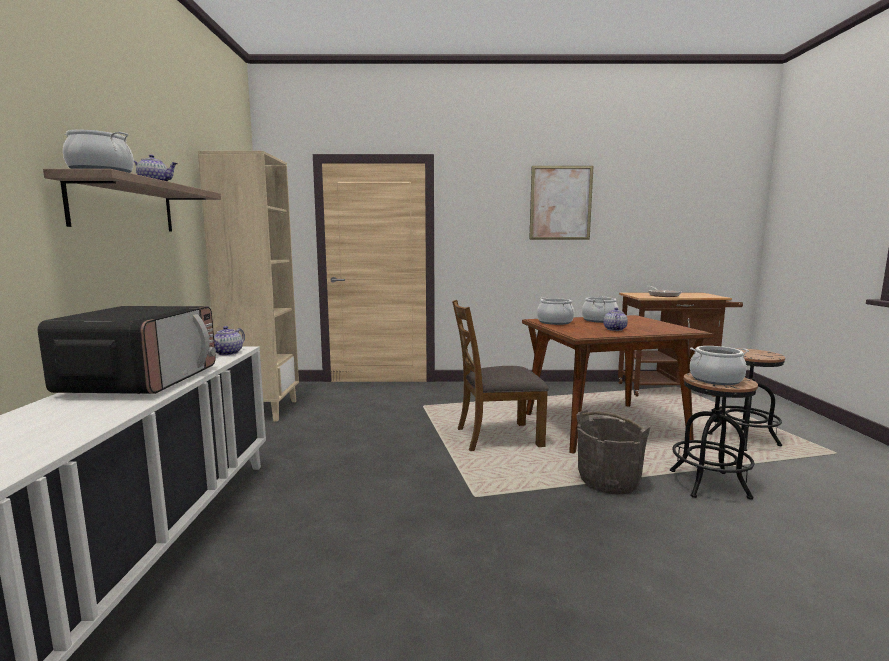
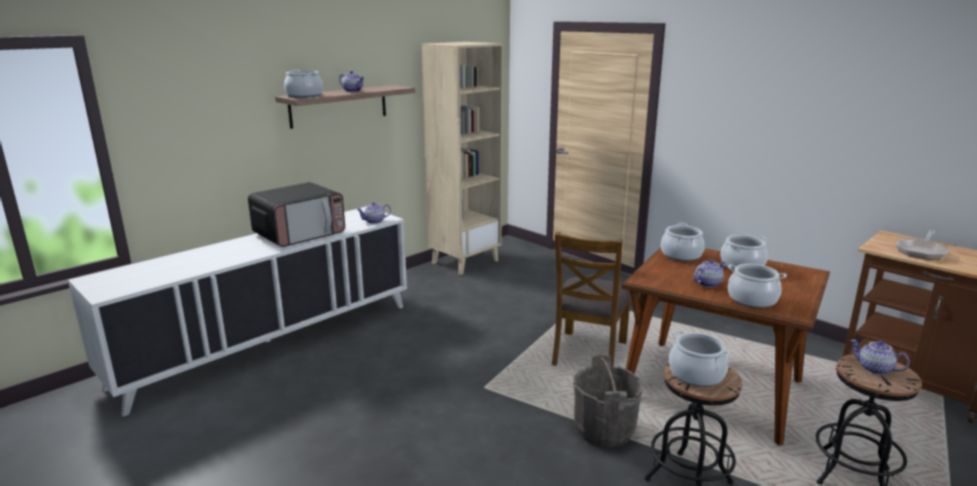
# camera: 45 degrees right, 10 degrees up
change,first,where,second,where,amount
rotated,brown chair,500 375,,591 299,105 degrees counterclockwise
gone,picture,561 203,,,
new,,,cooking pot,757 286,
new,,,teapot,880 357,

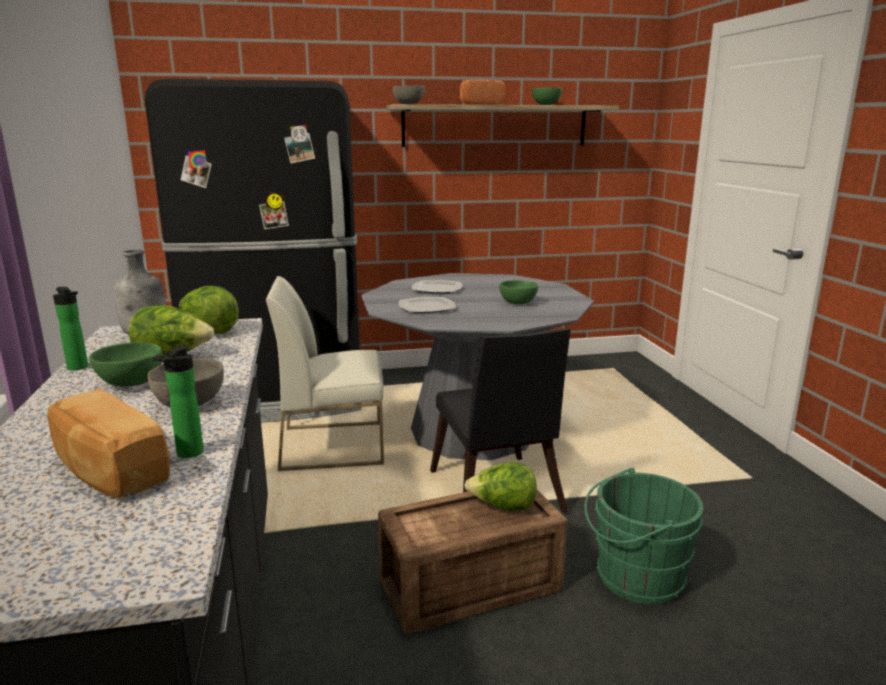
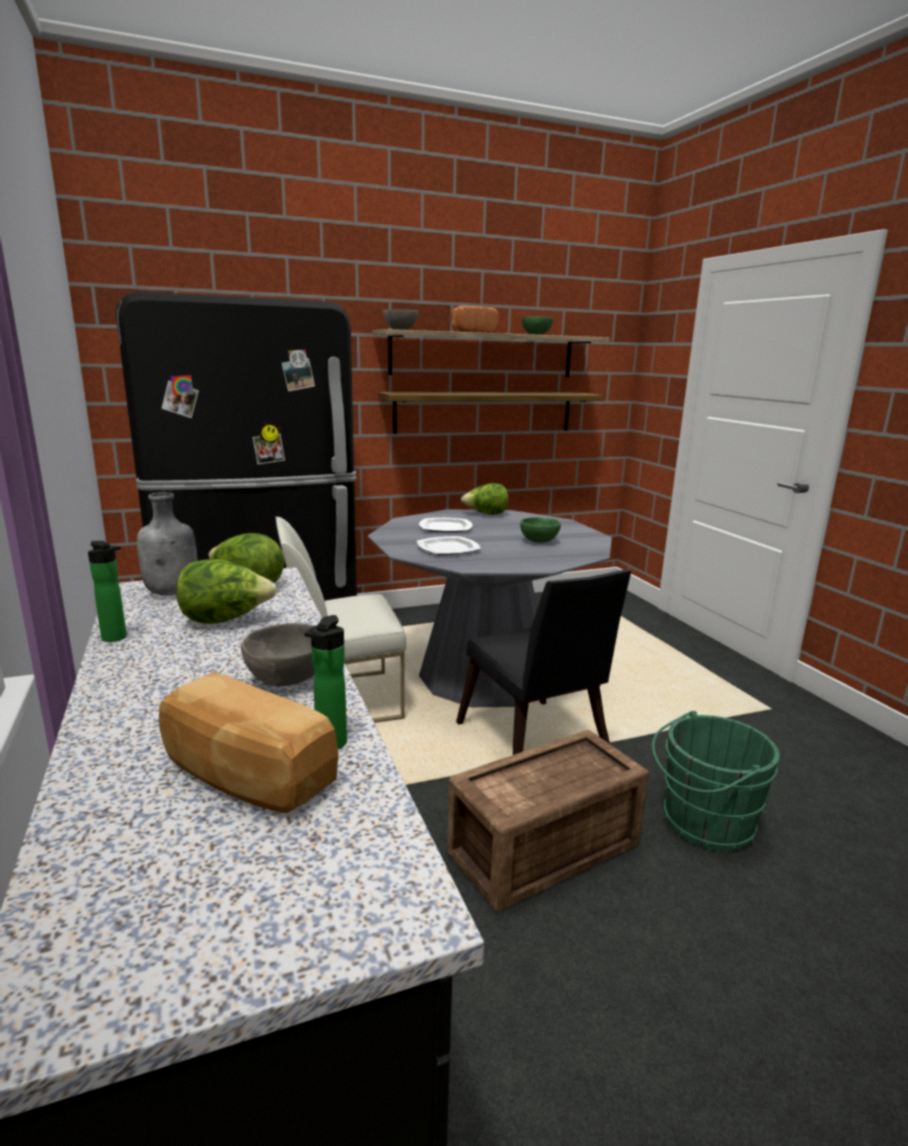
# camera: 10 degrees left, 0 degrees up
change,first,where,second,where,amount
gone,green bowl,125 364,,,
shifted,lettuce,500 486,,484 499,
new,,,shelf,490 413,

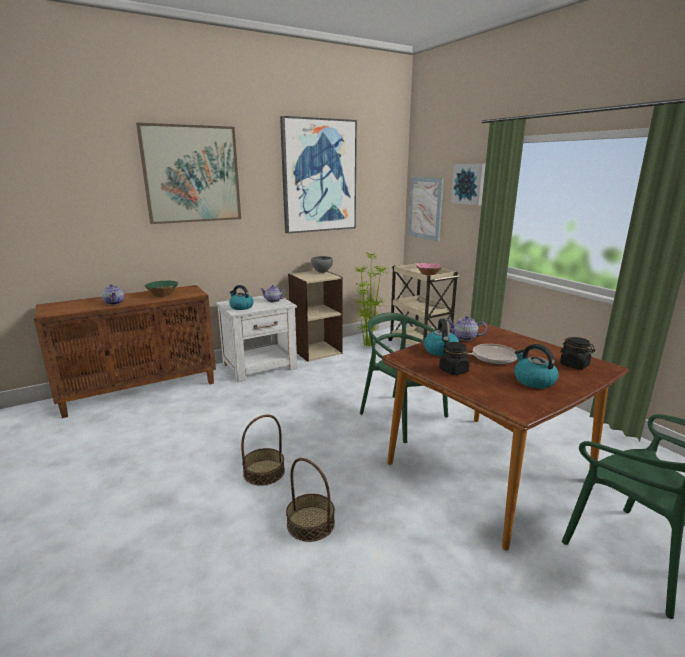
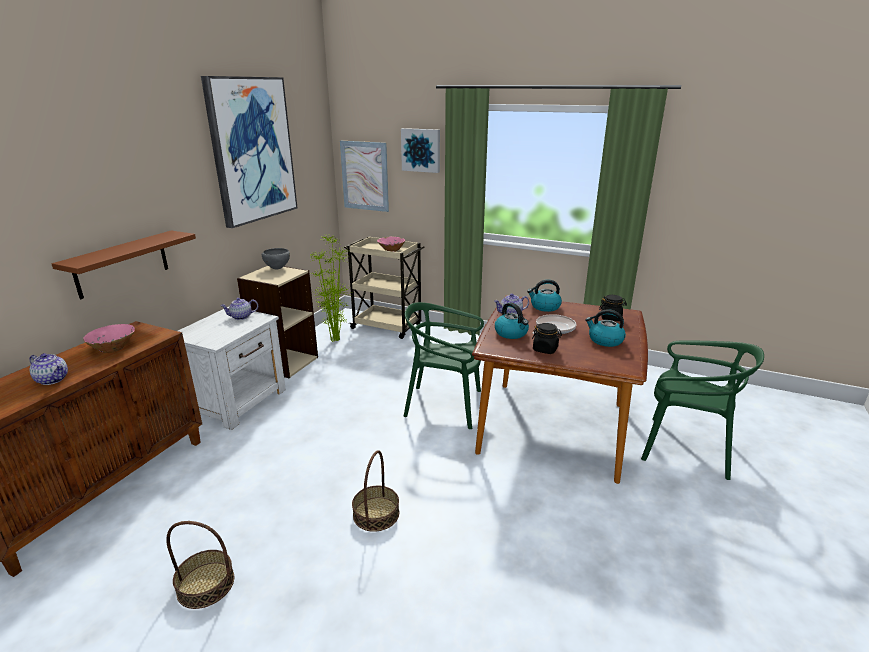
# camera: 35 degrees left, 5 degrees up
change,first,where,second,where,amount
gone,picture,188 173,,,
repainted,green bowl,161 288,pink bowl,109 338,
shifted,kettle,241 297,,544 296,
shifted,basket,310 500,,200 565,
new,,,brown shelf,124 264,

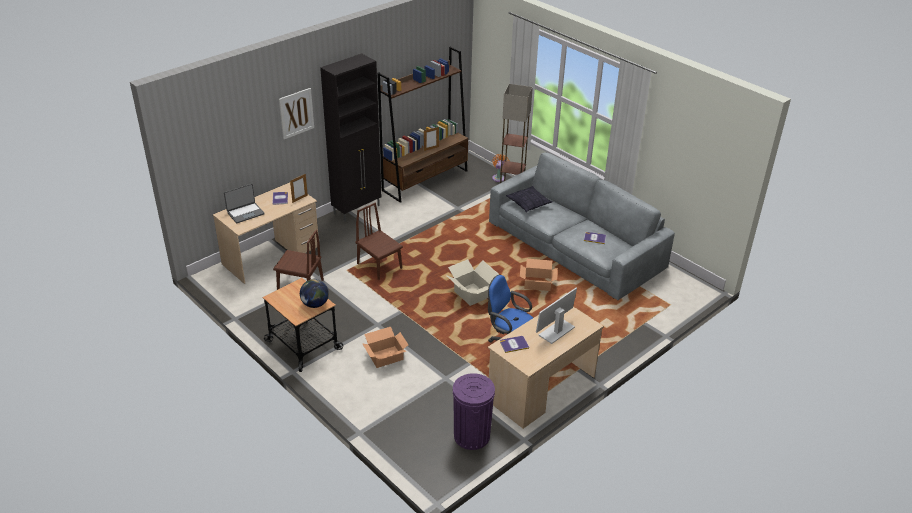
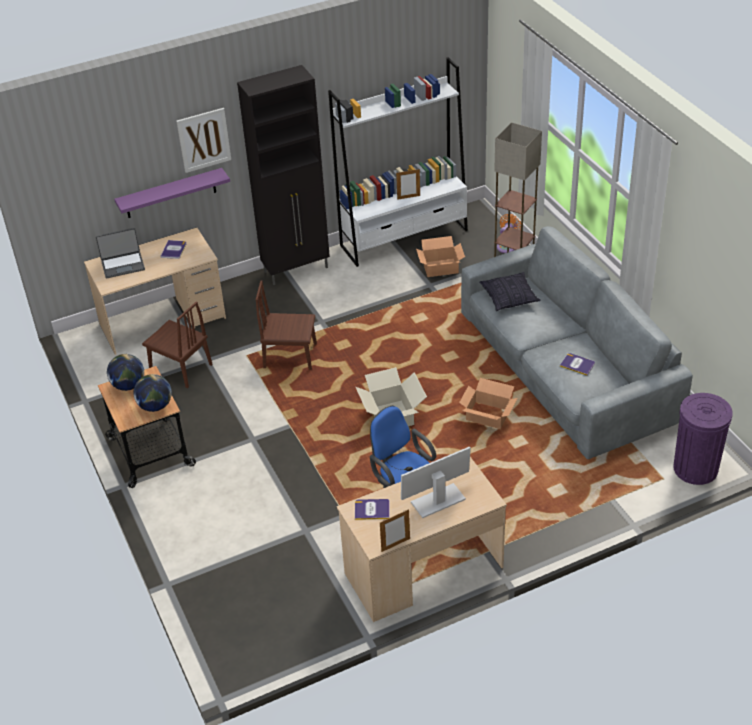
# camera: 20 degrees right, 5 degrees up
change,first,where,second,where,amount
shifted,picture frame,299 188,,395 530,
rotated,brown chair,379 241,,286 325,60 degrees counterclockwise
shifted,cardboard box,385 347,,440 256,
repainted,brown bookcase,422 124,white bookcase,398 162,
shifted,purple trash can,474 411,,703 439,
new,,,globe,125 372,
new,,,purple shelf,172 193,

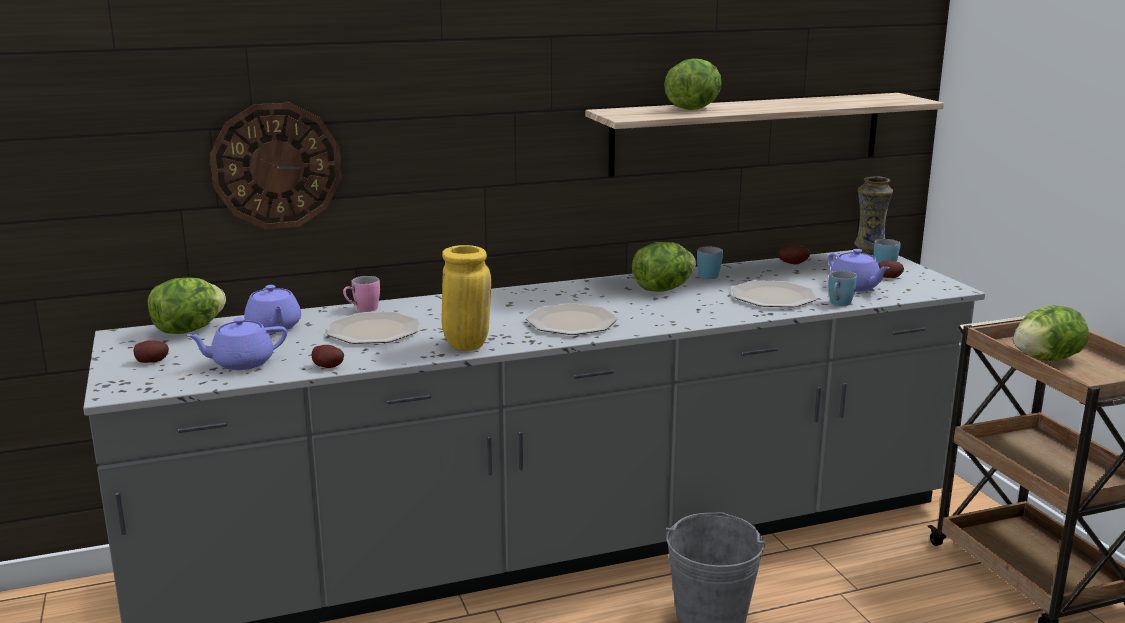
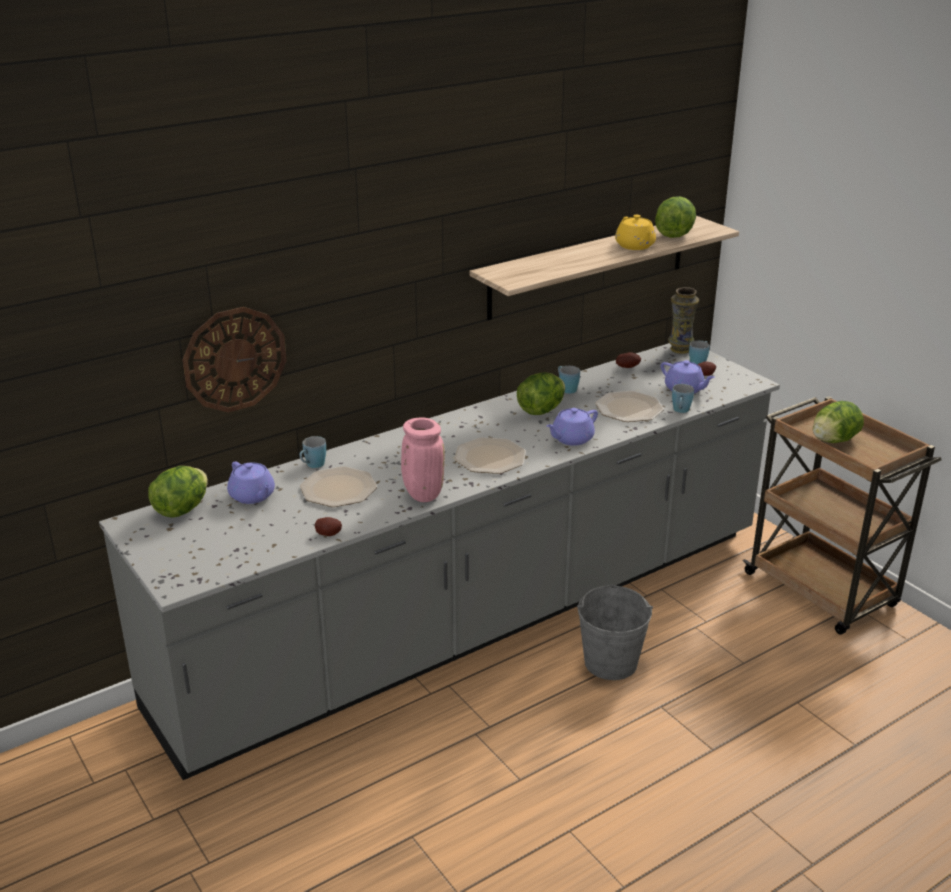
# camera: 15 degrees left, 10 degrees up
change,first,where,second,where,amount
gone,potato,151 351,,,
shifted,purple teapot,236 343,,572 427,
repainted,pink mug,361 294,blue mug,313 452,
repainted,yellow vase,466 298,pink vase,423 459,
shifted,lettuce,693 84,,675 217,
new,,,yellow teapot,635 232,

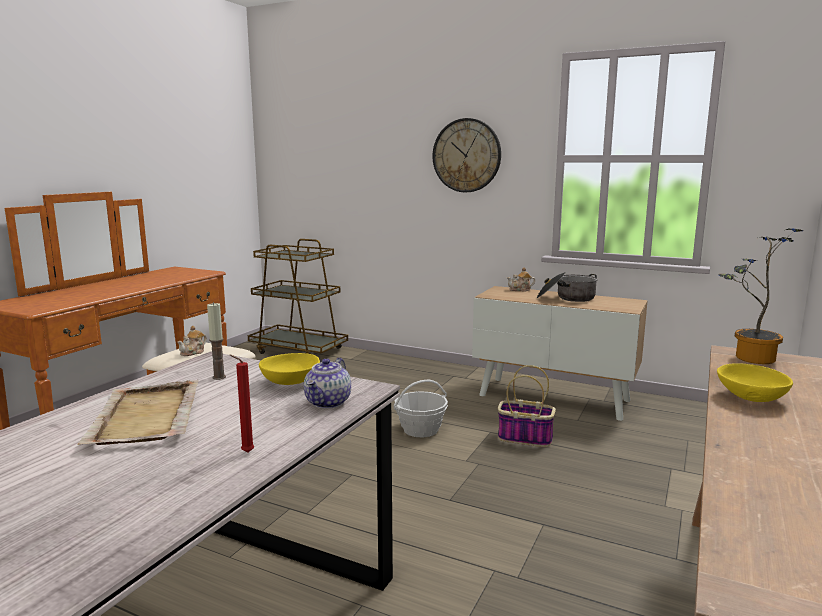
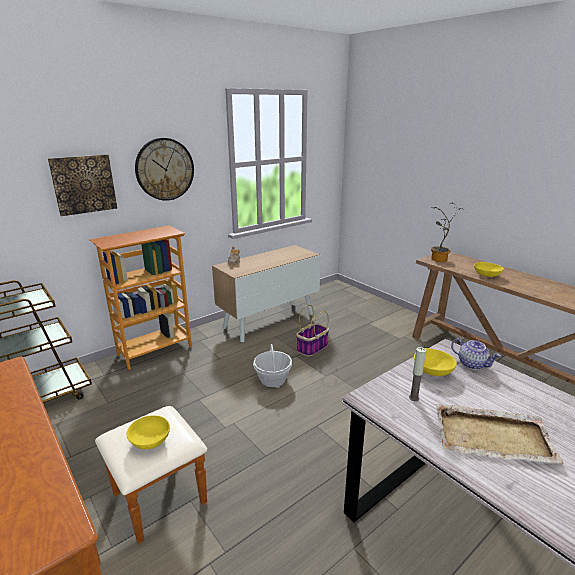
# camera: 65 degrees left, 10 degrees up
change,first,where,second,where,amount
swapped,teapot,192 341,yellow bowl,148 432,
gone,red candle,242 404,,,
gone,cooking pot,567 287,,,
new,,,picture,82 185,
new,,,bookcase,140 297,

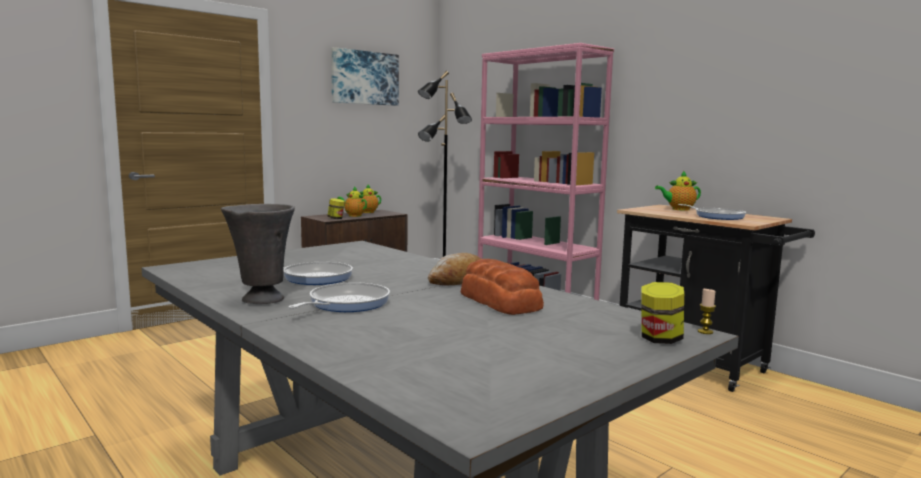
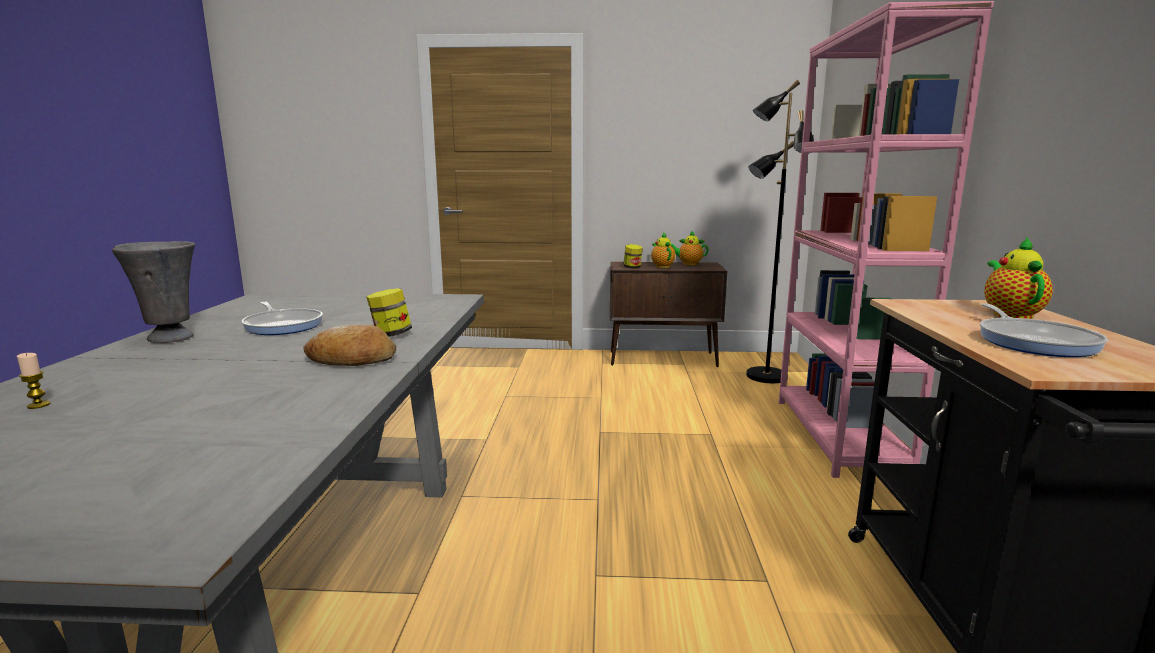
# camera: 45 degrees right, 5 degrees up
change,first,where,second,where,amount
gone,frying pan,339 297,,,
gone,picture,365 76,,,
gone,bread,502 287,,,
shifted,jar,662 313,,389 312,
rotated,teapot,678 191,,1018 278,60 degrees clockwise
shifted,candle,707 311,,34 381,

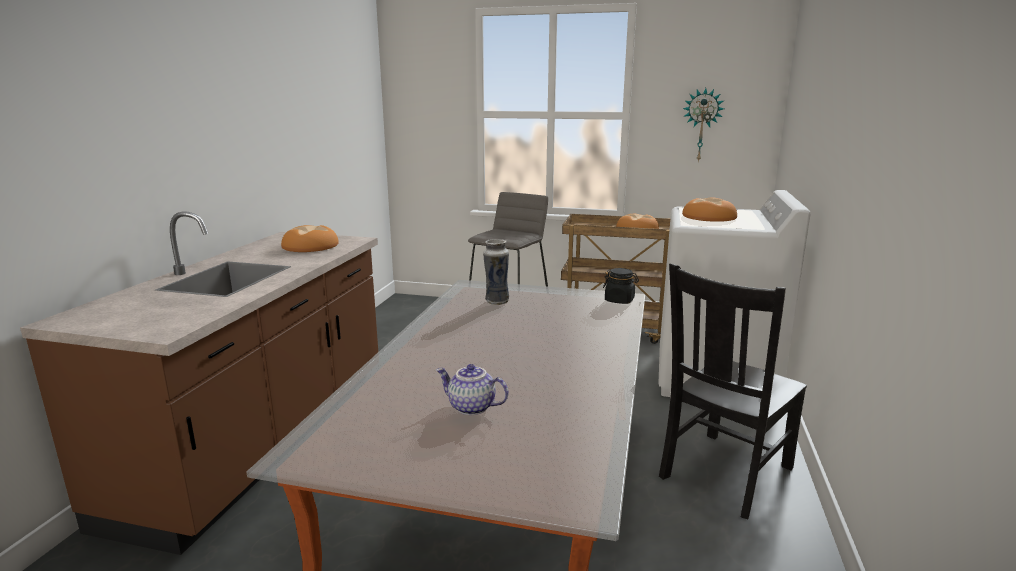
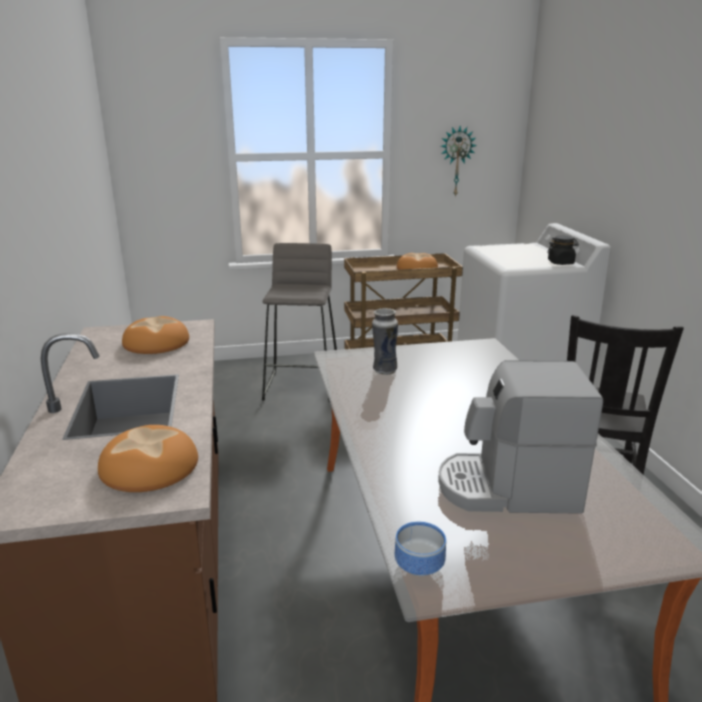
# camera: 25 degrees left, 5 degrees up
change,first,where,second,where,amount
swapped,teapot,472 389,coffee machine,520 437,
shifted,black jar,621 286,,563 250,
shifted,bread,709 210,,148 458,
new,,,bowl,420 549,

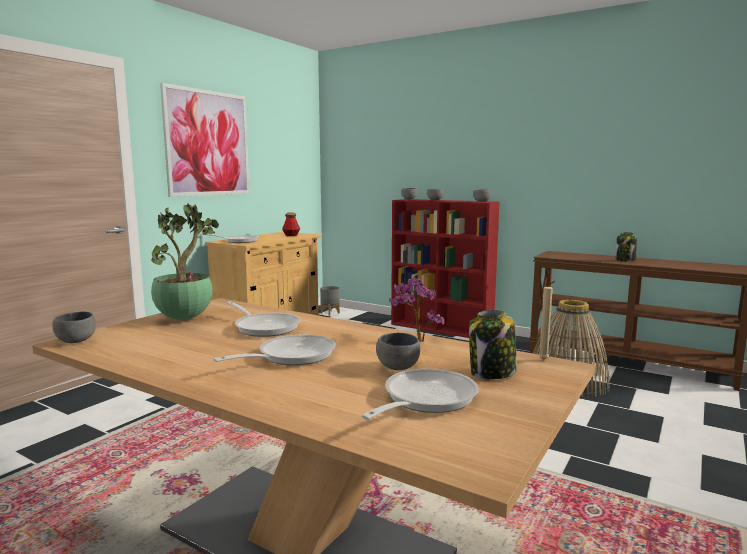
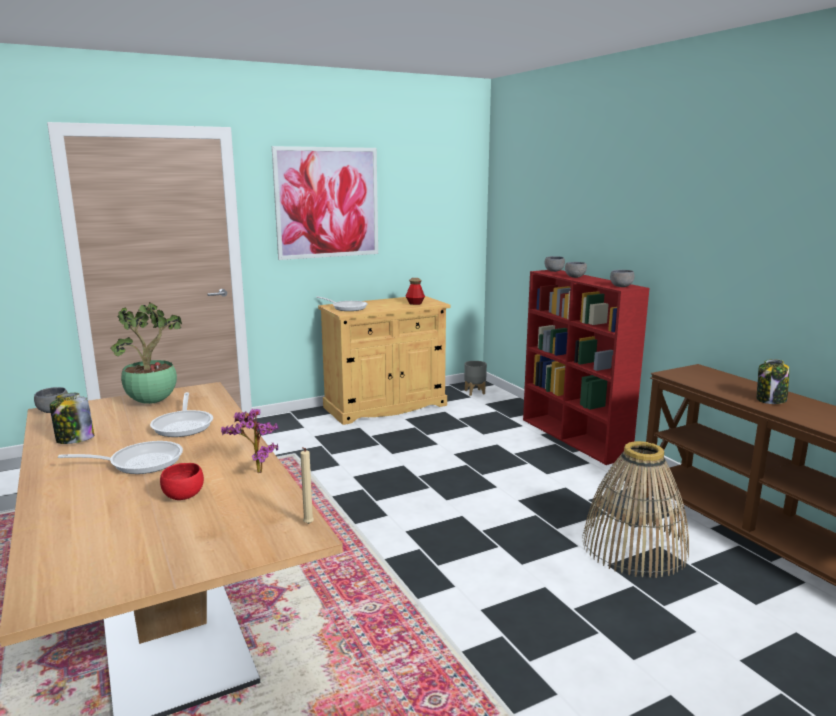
# camera: 30 degrees right, 5 degrees up
change,first,where,second,where,amount
gone,frying pan,420 394,,,
repainted,grey bowl,398 351,red bowl,182 481,
shifted,jar,493 344,,72 418,

